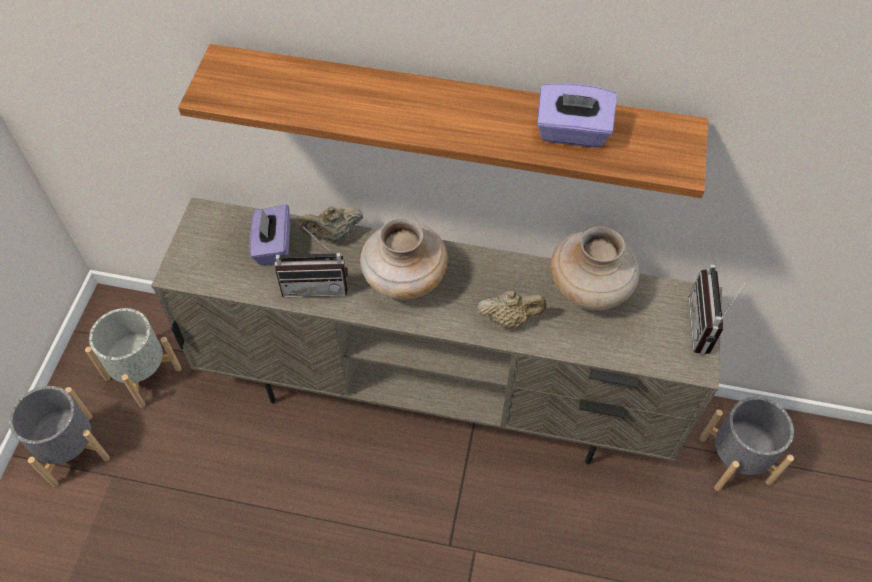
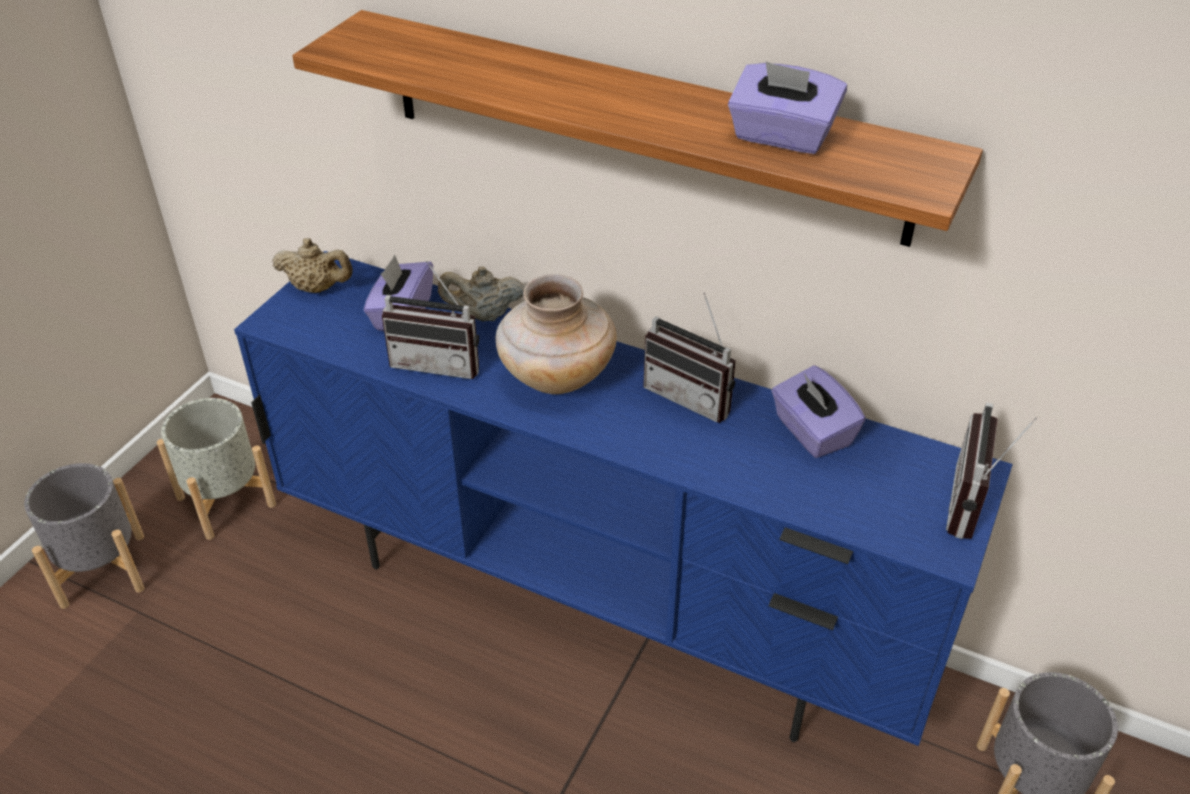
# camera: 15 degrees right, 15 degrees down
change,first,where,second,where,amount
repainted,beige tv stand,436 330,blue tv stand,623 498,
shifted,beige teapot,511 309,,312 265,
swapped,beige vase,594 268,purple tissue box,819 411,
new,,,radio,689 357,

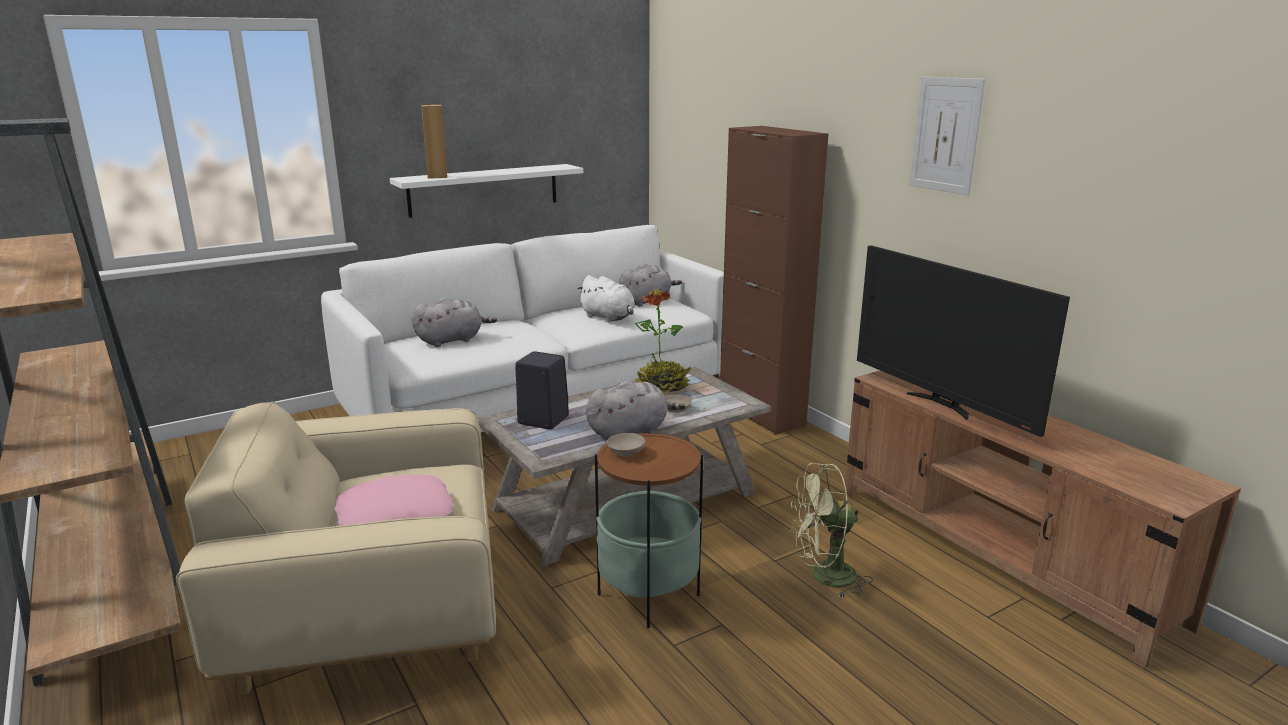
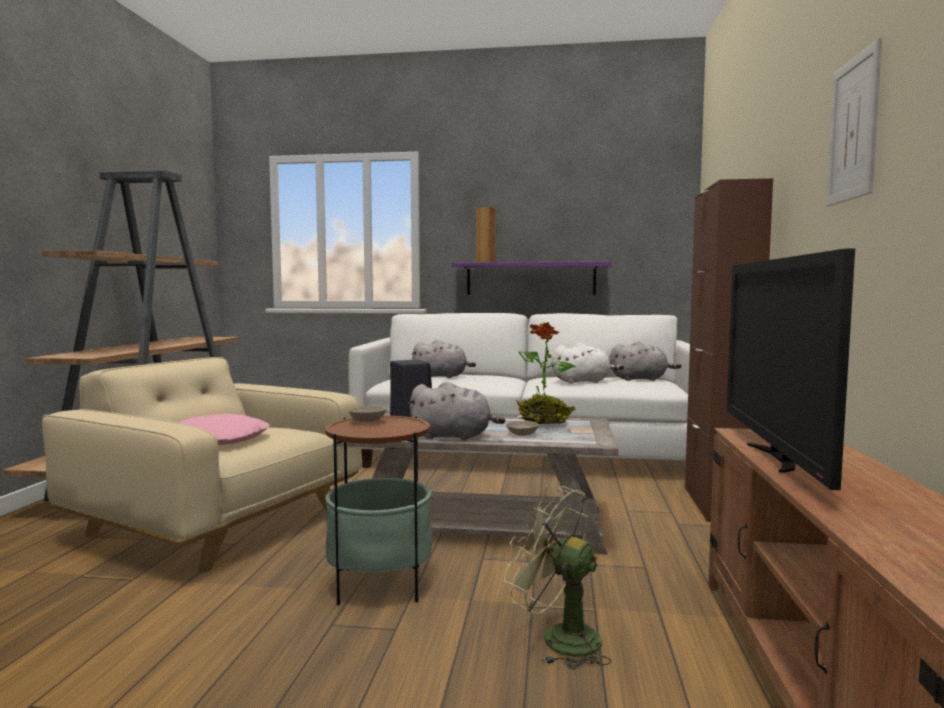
# camera: 40 degrees right, 15 degrees down
change,first,where,second,where,amount
repainted,white shelf,486 191,purple shelf,531 278,
rotated,white plush toy,606 298,,588 363,90 degrees counterclockwise

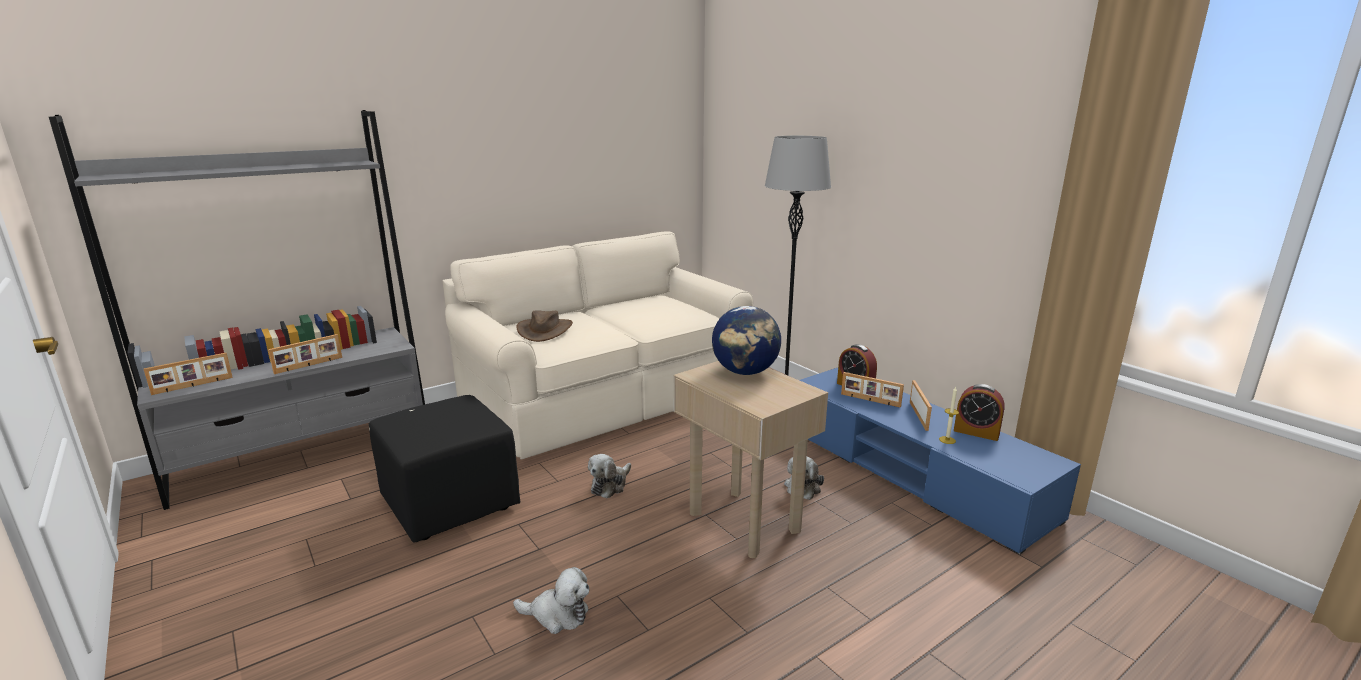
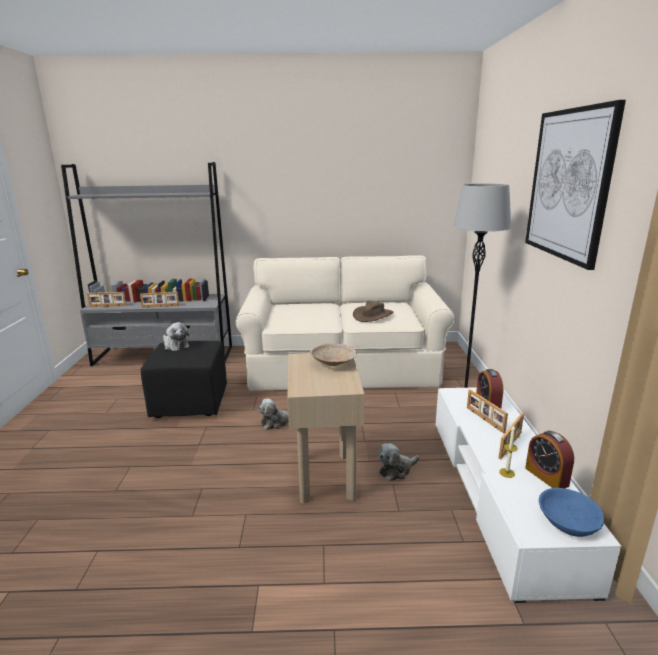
# camera: 35 degrees right, 0 degrees up
change,first,where,second,where,amount
shifted,plush toy,551 600,,176 336,
shifted,brown hat,545 326,,373 311,
swapped,globe,746 340,beige bowl,333 354,
repainted,blue tv stand,940 461,white tv stand,528 495,
new,,,picture,575 185,
new,,,blue bowl,571 512,

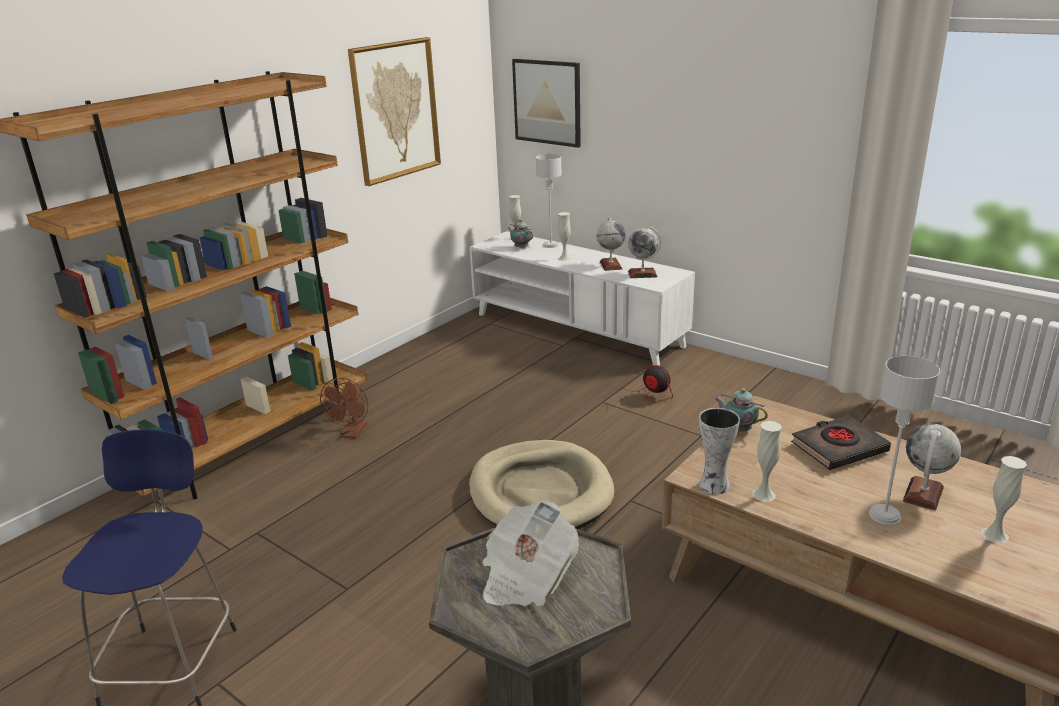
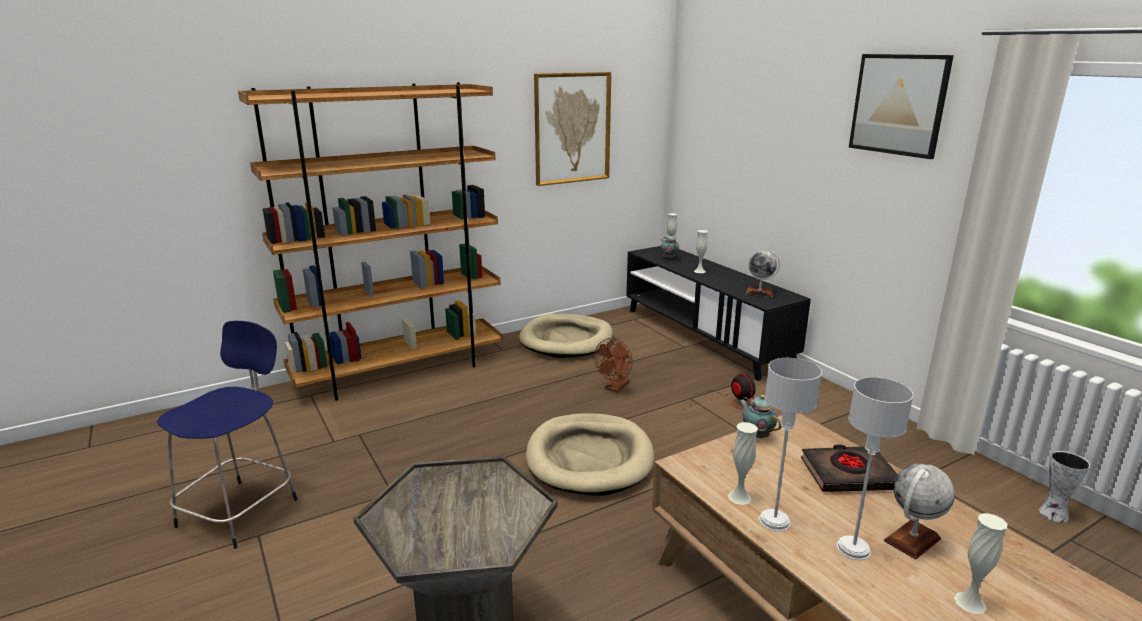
# camera: 20 degrees right, 5 degrees down
change,first,where,second,where,amount
shifted,brown fan,344 408,,613 365,
repainted,white tv stand,582 298,black tv stand,718 313,
gone,newspaper,530 553,,,
shifted,picture,546 103,,901 106,
shifted,grey table lamp,549 201,,790 444,
gone,globe,611 244,,,
shifted,vase,719 451,,1064 487,
new,,,beige dog bed,566 336,

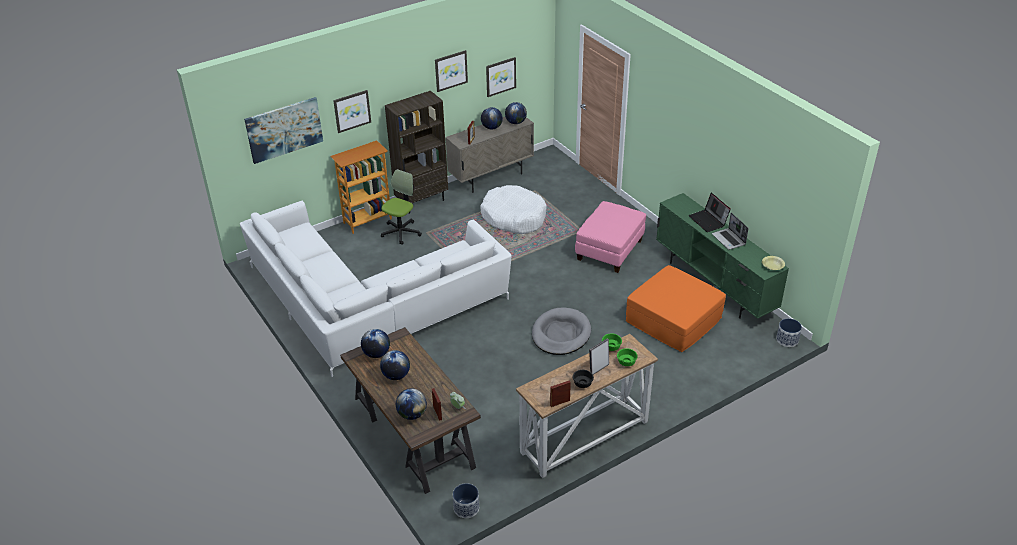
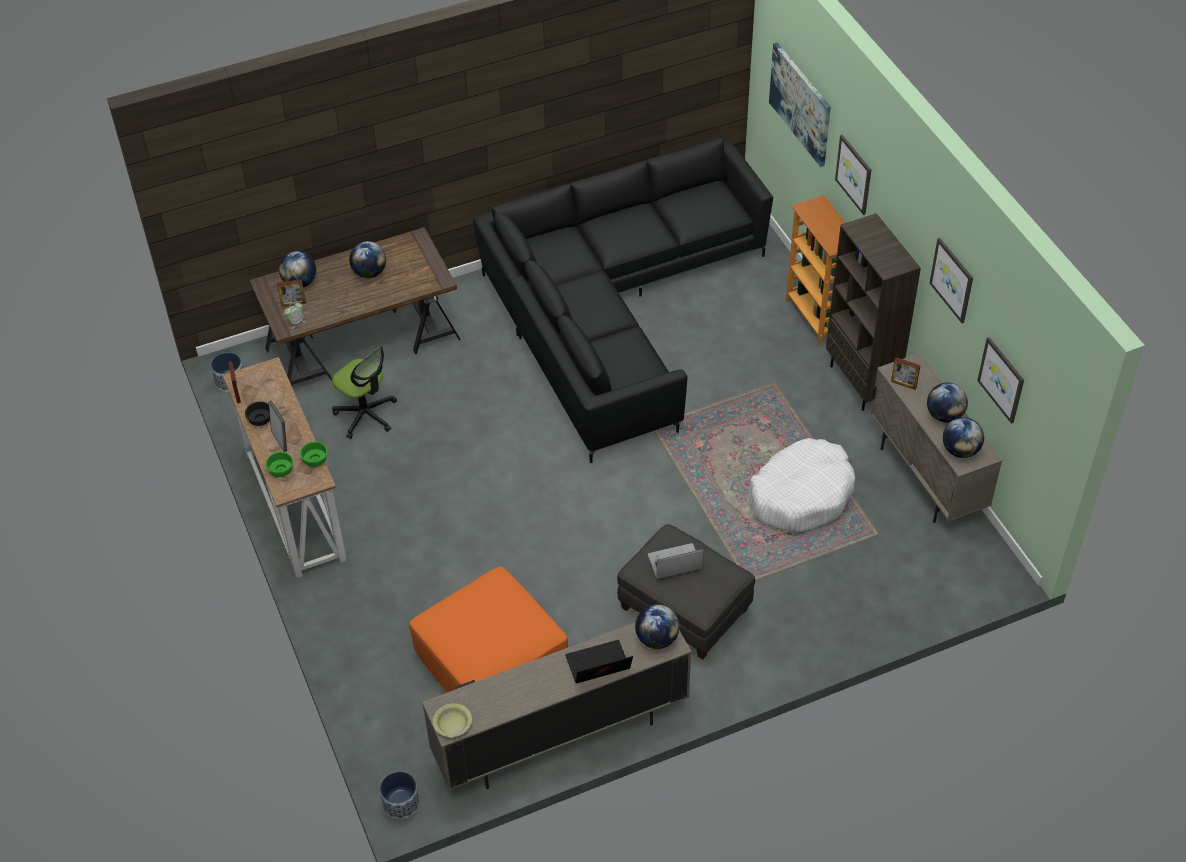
# camera: 100 degrees right, 10 degrees up
change,first,where,second,where,amount
repainted,white sofa,375 289,black sofa,623 300,
shifted,globe,375 343,,657 626,
shifted,office chair,401 207,,364 392,
gone,grey dog bed,561 331,,,
repainted,pink ottoman,610 237,grey ottoman,686 592,
repainted,green tv stand,722 256,beige tv stand,557 706,
shifted,laptop,730 231,,676 561,

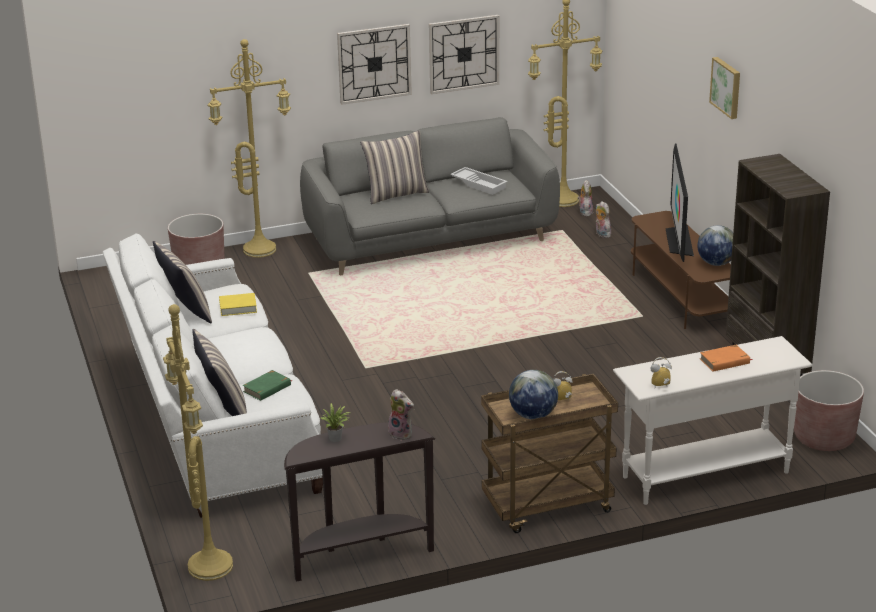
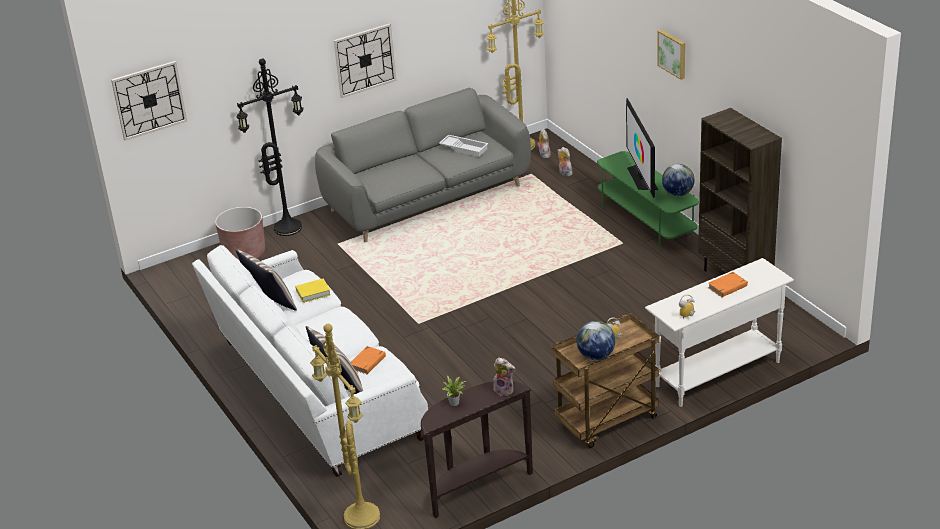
# camera: 10 degrees left, 5 degrees up
change,first,where,second,where,amount
repainted,yellow floor lamp,249 148,black floor lamp,269 147,
repainted,green book,266 385,orange book,368 360,
gone,pillow,394 167,,,
shifted,wall clock,464 54,,149 101,
repainted,brown tv stand,681 270,green tv stand,648 200,
gone,brown planter,829 410,,,

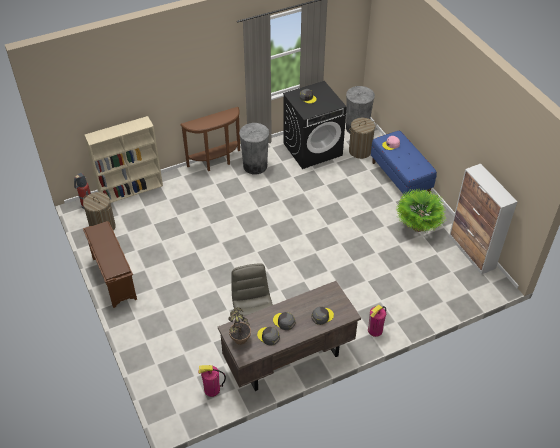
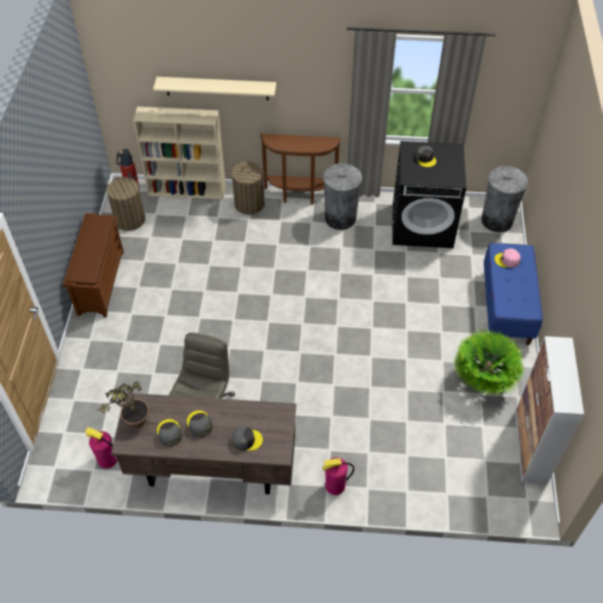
# camera: 30 degrees right, 5 degrees up
change,first,where,second,where,amount
shifted,laundry basket,362 138,,247 188,
new,,,beige shelf,214 88,

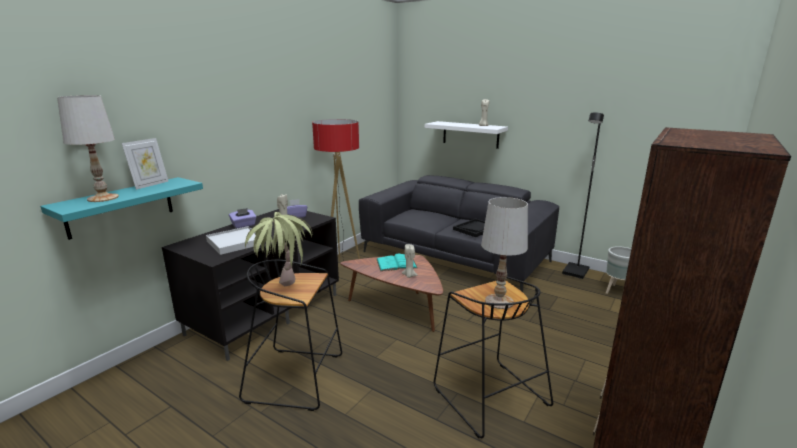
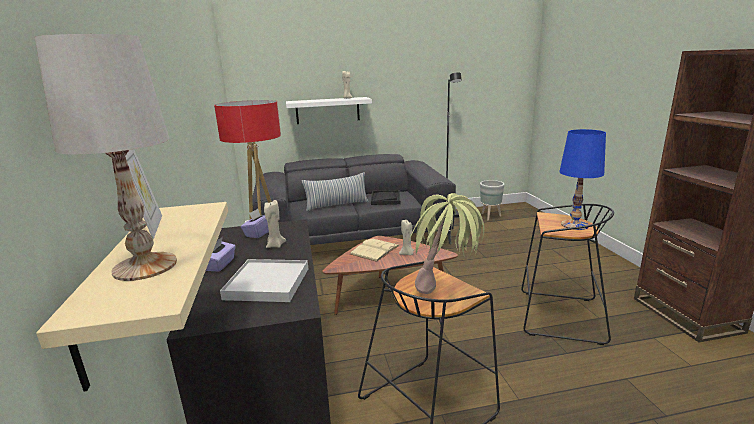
# camera: 45 degrees left, 0 degrees up
change,first,where,second,where,amount
repainted,turquoise shelf,121 208,beige shelf,132 296,
repainted,turquoise book,397 262,beige book,375 250,
repainted,white table lamp,504 253,blue table lamp,582 179,
new,,,pillow,335 191,

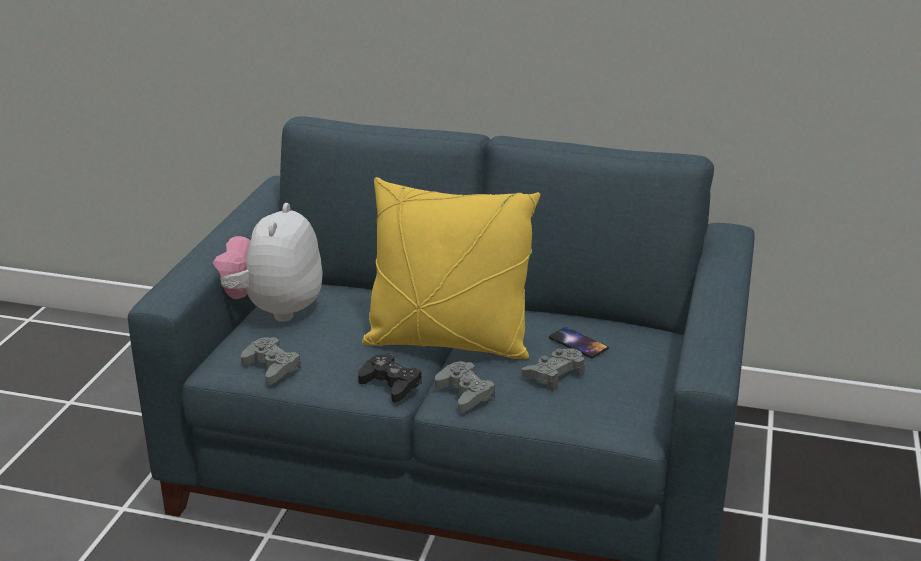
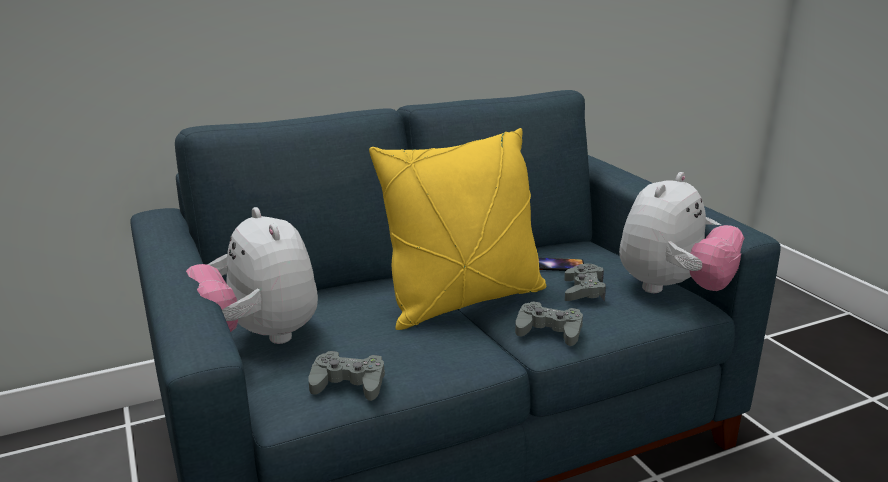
# camera: 40 degrees left, 5 degrees down
change,first,where,second,where,amount
gone,black game controller,390 378,,,
new,,,plush toy,682 232,

